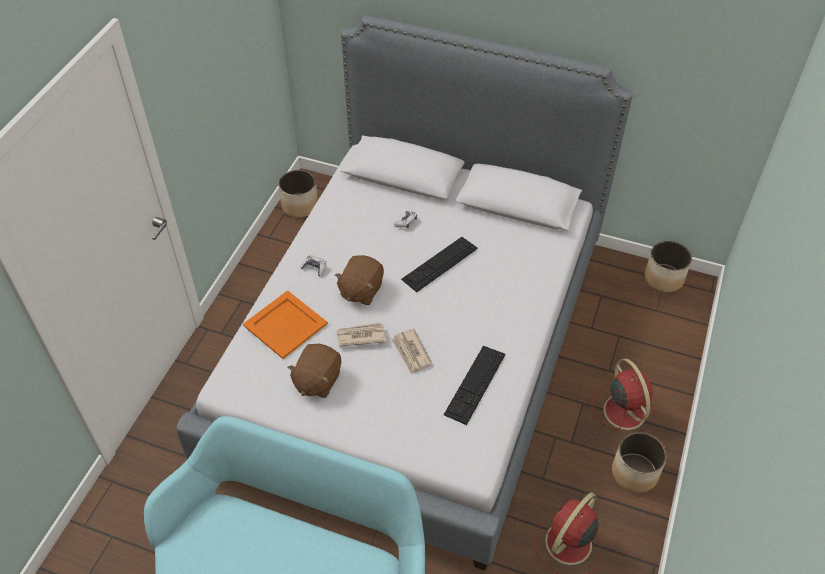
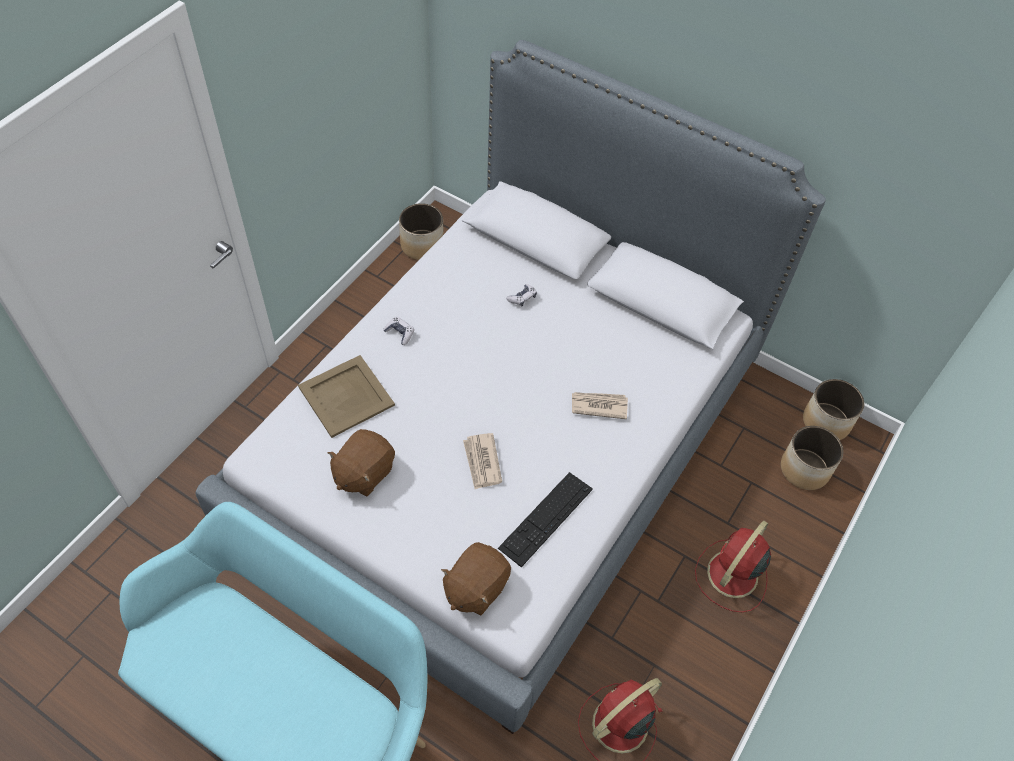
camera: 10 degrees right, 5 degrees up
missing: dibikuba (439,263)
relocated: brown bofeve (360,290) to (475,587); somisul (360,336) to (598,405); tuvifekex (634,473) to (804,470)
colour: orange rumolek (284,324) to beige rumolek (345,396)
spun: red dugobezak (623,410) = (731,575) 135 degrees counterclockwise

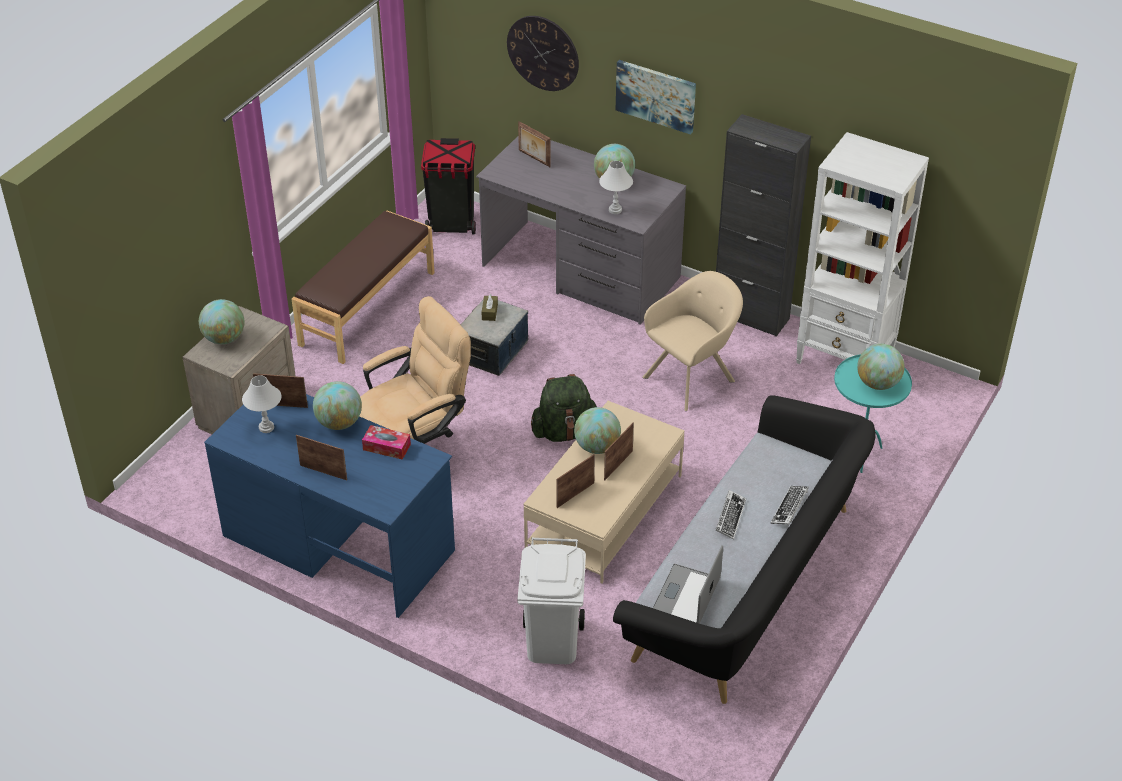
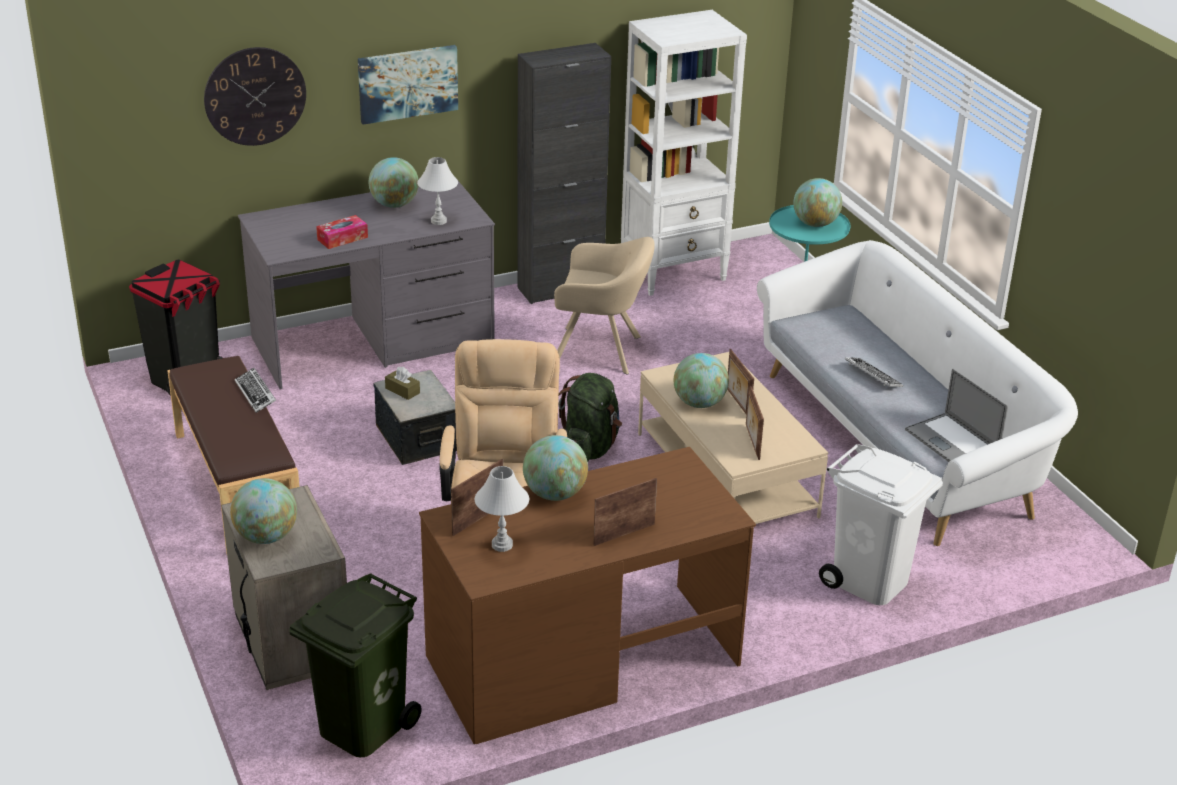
camera: 55 degrees left, 10 degrees down
missing: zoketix (534,158)
appeared: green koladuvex (361,726)
relocated: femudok (386,447) to (342,238); dibikuba (789,508) to (256,394)
colour: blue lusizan (338,542) to brown lusizan (582,659); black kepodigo (748,584) to white kepodigo (899,441)
spun: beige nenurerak (692,377) = (601,351) 105 degrees clockwise

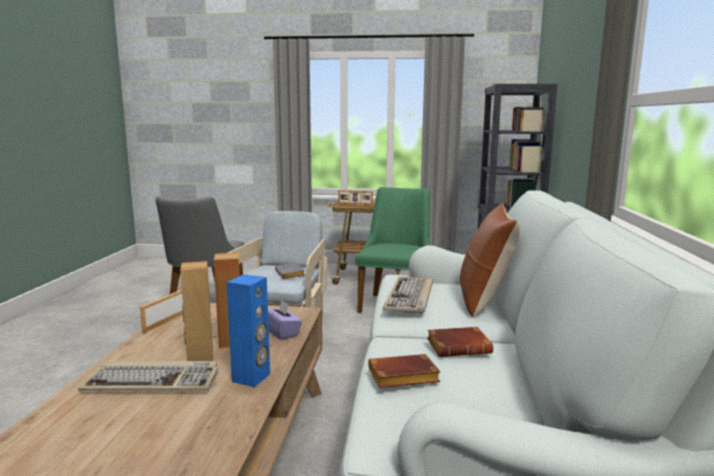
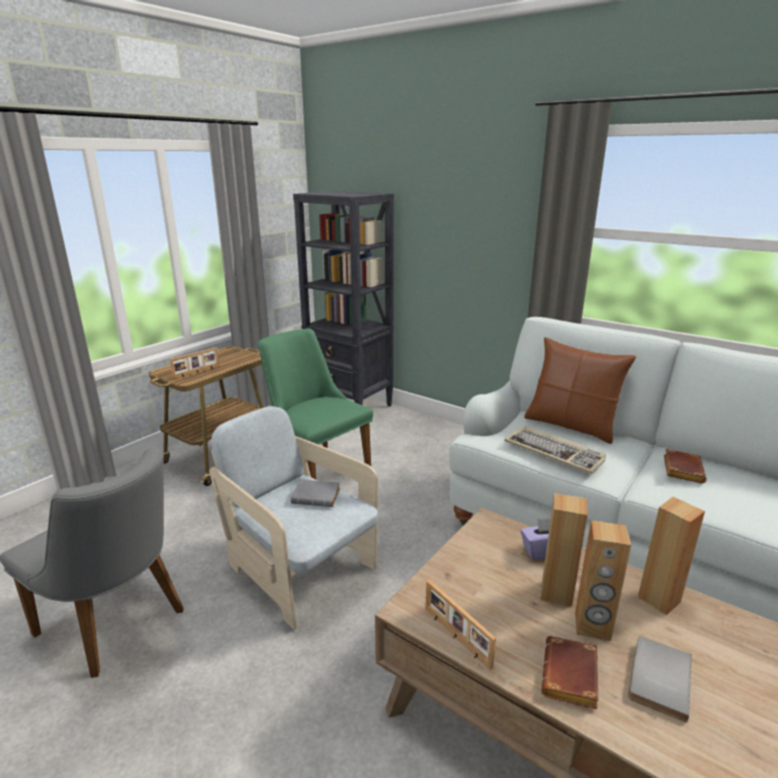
camera: 60 degrees left, 10 degrees up
relocated: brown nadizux (401,378) to (572,678)
exchanged: dibikuba (154,381) to grey nadizux (656,678)
colour: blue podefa (251,378) to brown podefa (659,599)

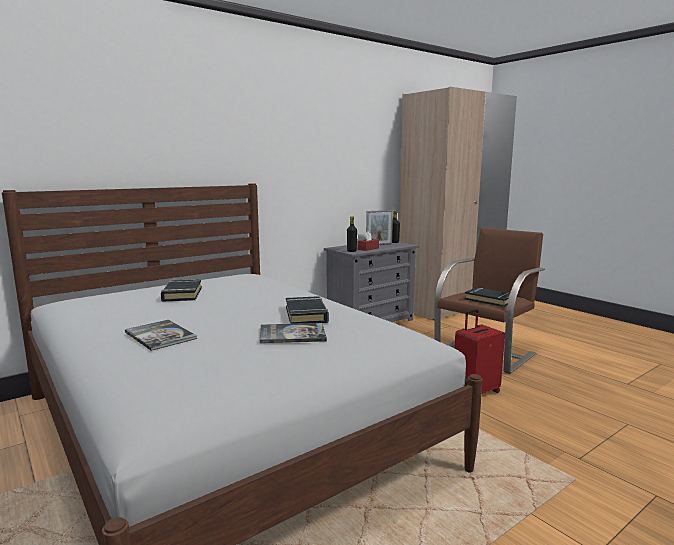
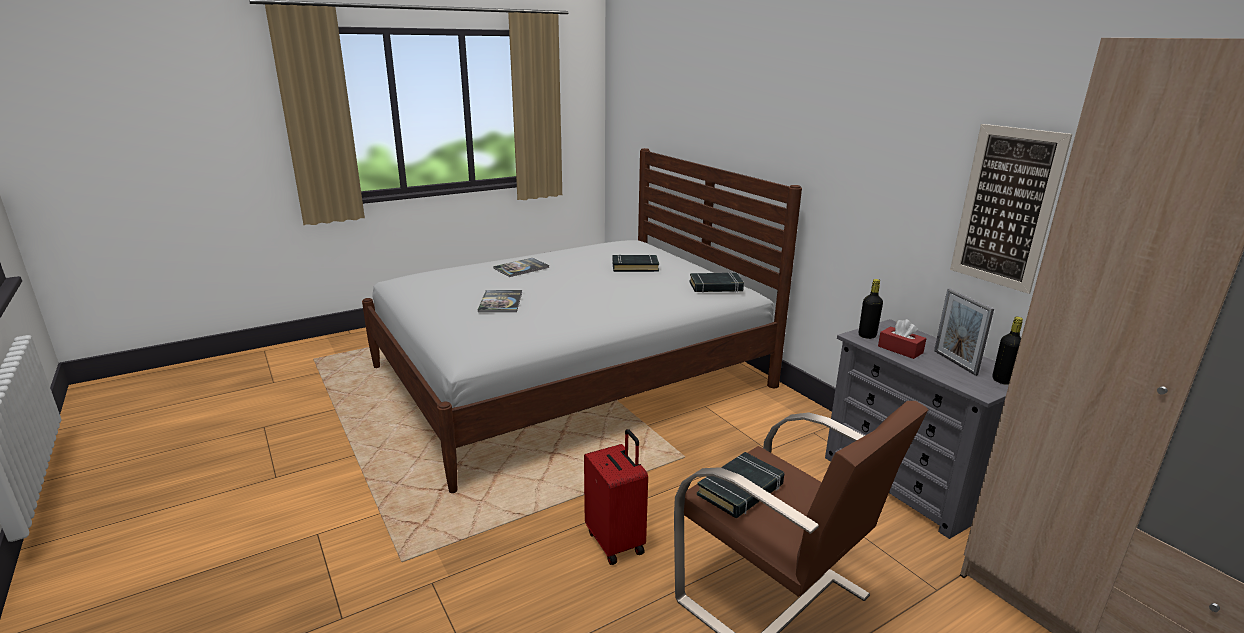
camera: 95 degrees right, 10 degrees up
appeared: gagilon (1006,208)
relocated: black nadizux (306,315) to (716,287)

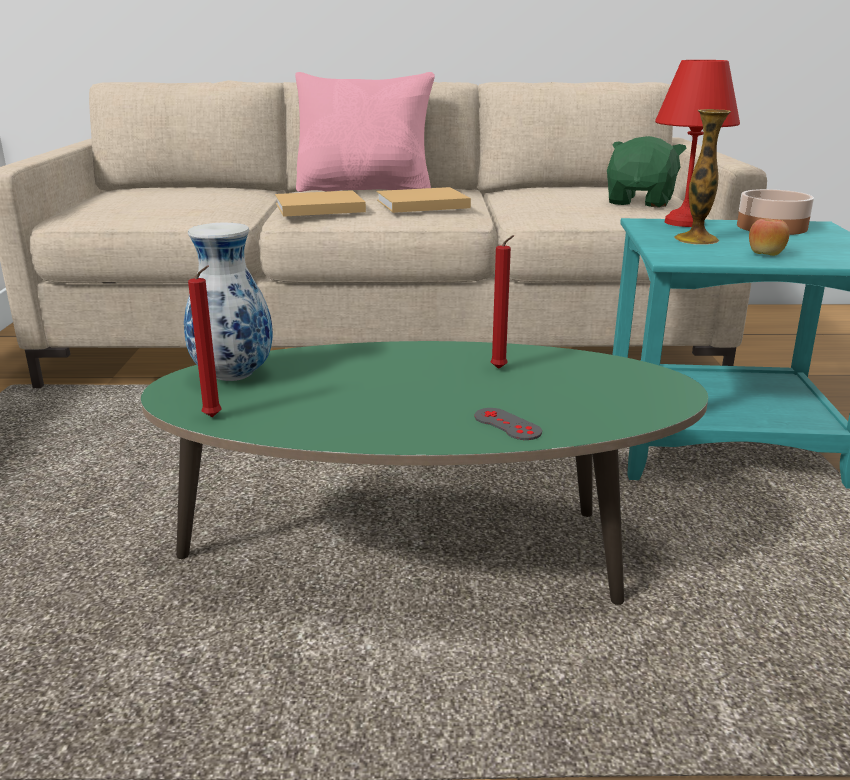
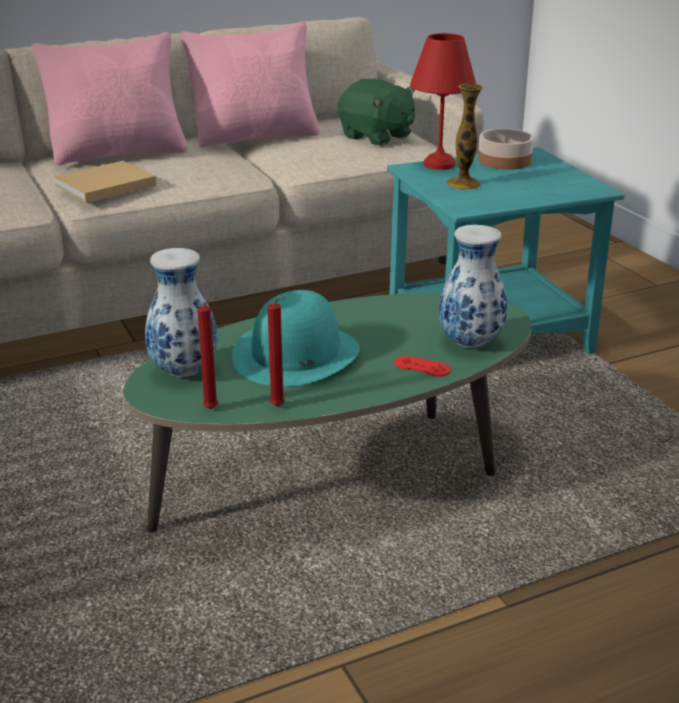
camera: 25 degrees left, 5 degrees up
missing: beige nadizux (419,204); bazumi (765,254)
appeared: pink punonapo (256,137); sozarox (471,343); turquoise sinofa (296,354)
relocated: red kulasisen (500,369) to (279,407)
colour: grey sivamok (507,424) to red sivamok (422,366)
spun: green bofeve (641,202) = (376,137) 135 degrees clockwise

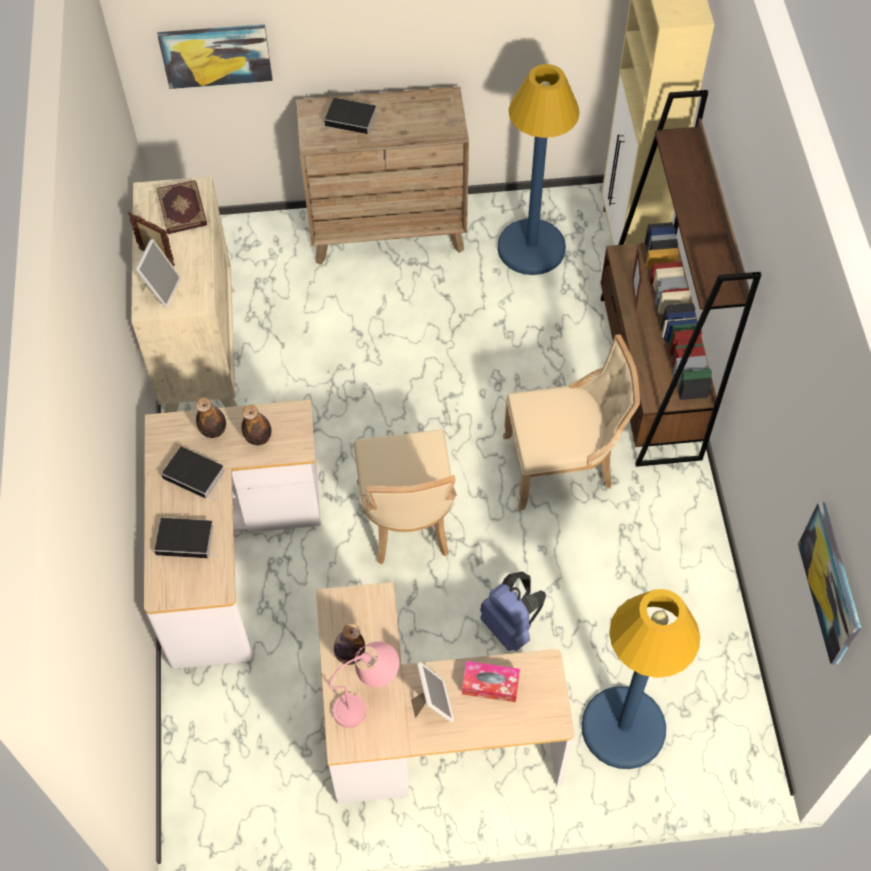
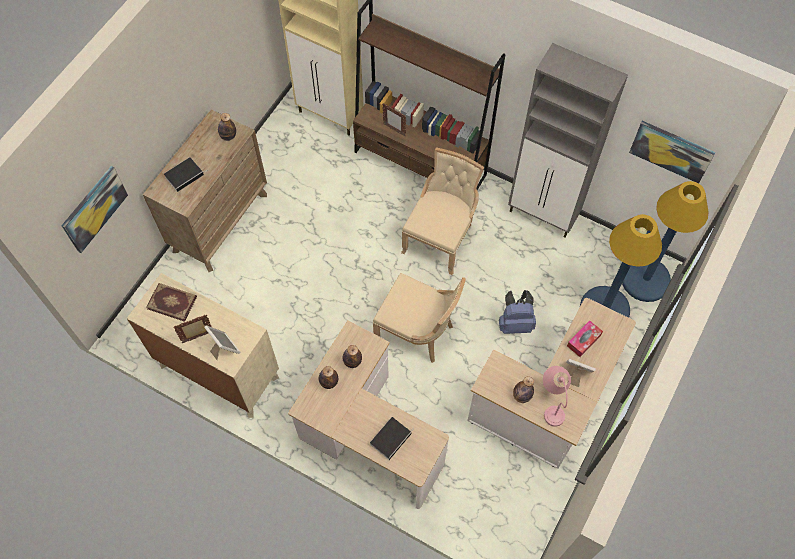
camera: 55 degrees left, 5 degrees up
missing: nadizux (195,475)
appeared: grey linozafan (543,215); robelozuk (228,136)
relocated: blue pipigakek (531,248) to (645,280)

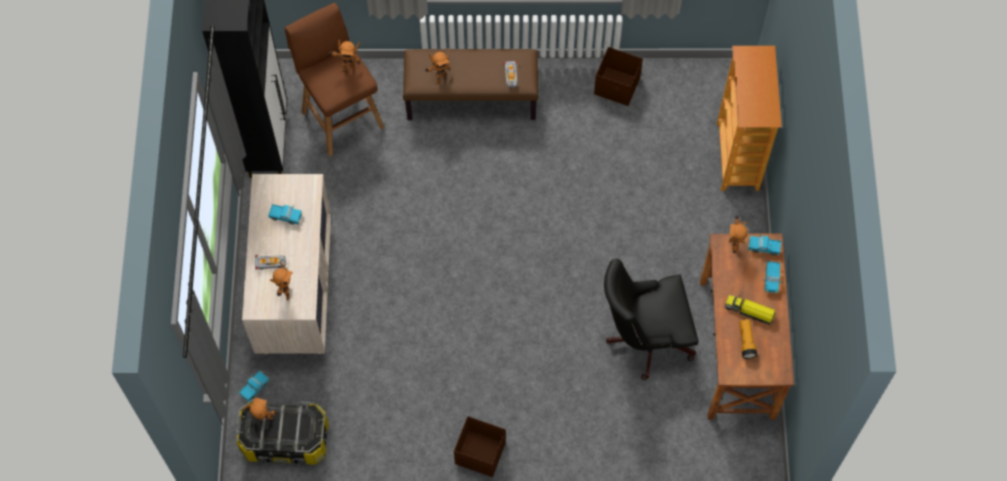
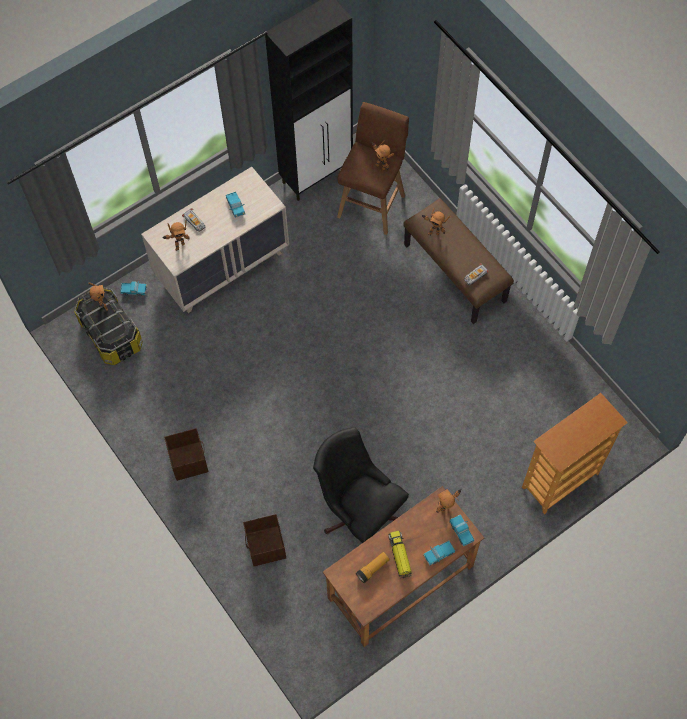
camera: 55 degrees right, 0 degrees up
relocated: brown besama (617,87) to (266,546)

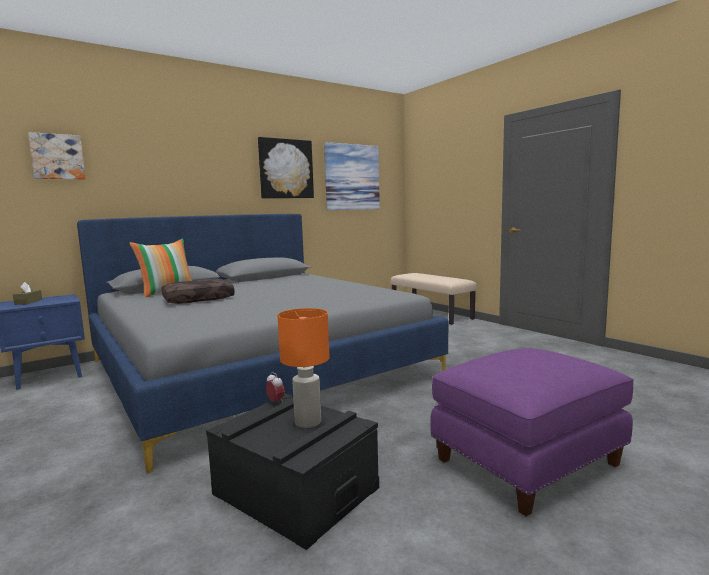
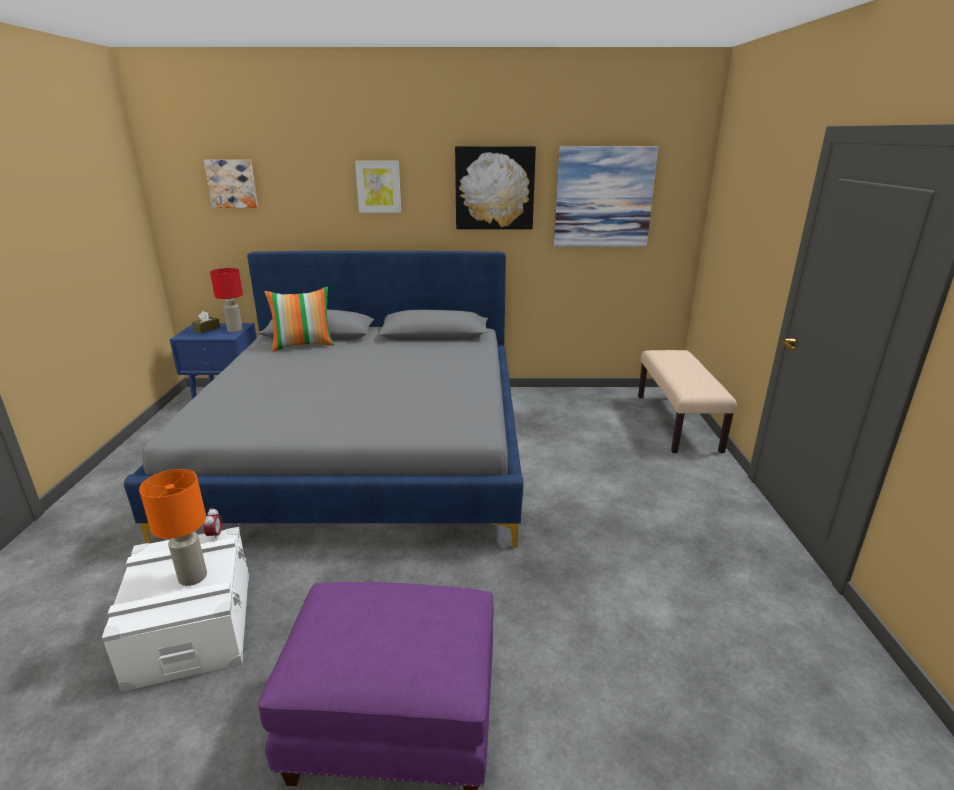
camera: 35 degrees right, 15 degrees up
missing: brown punonapo (198,299)
appeared: gagilon (378,187); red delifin (234,330)
colour: black besama (295,491) to white besama (192,627)

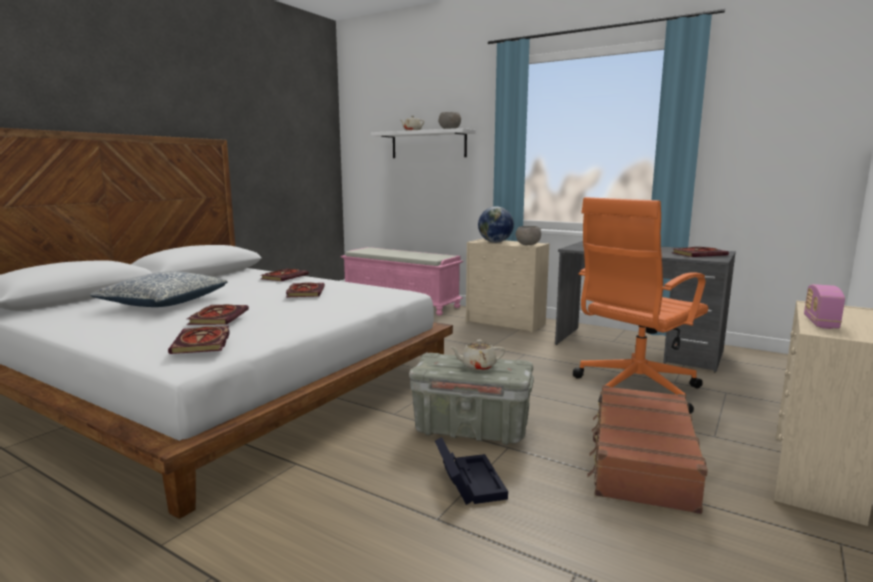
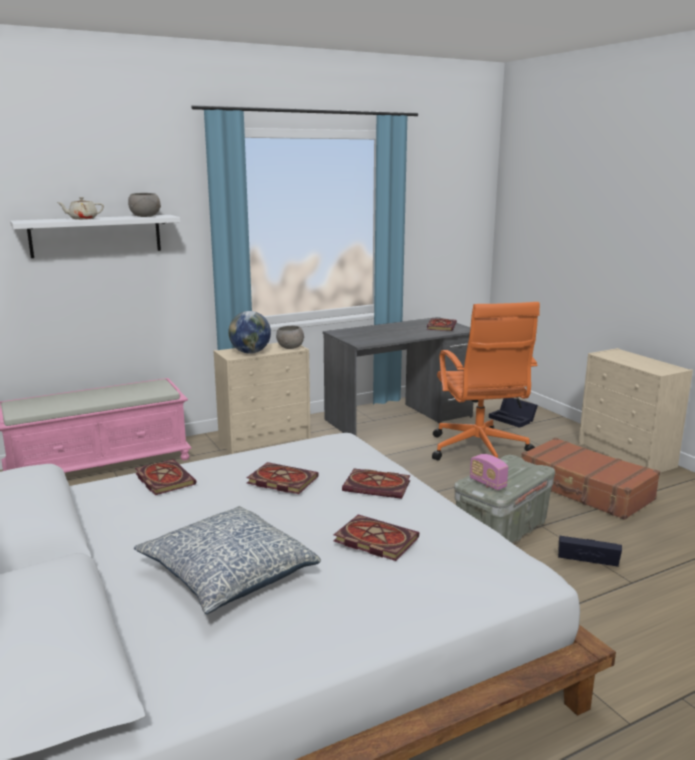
camera: 60 degrees left, 5 degrees up
missing: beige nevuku (477,366)
appeared: black besama (513,419)
relocated: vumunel (820,323) to (487,483); nadizux (202,343) to (378,486)

